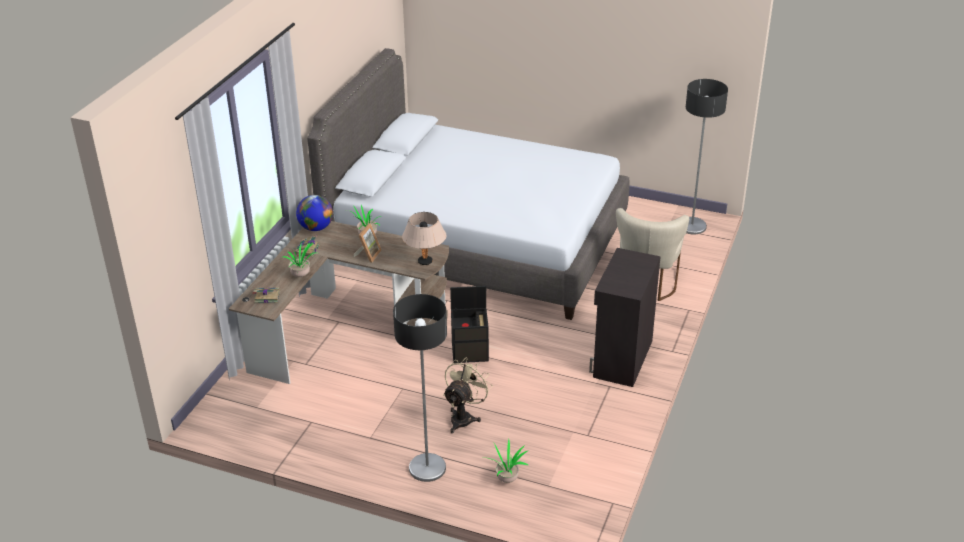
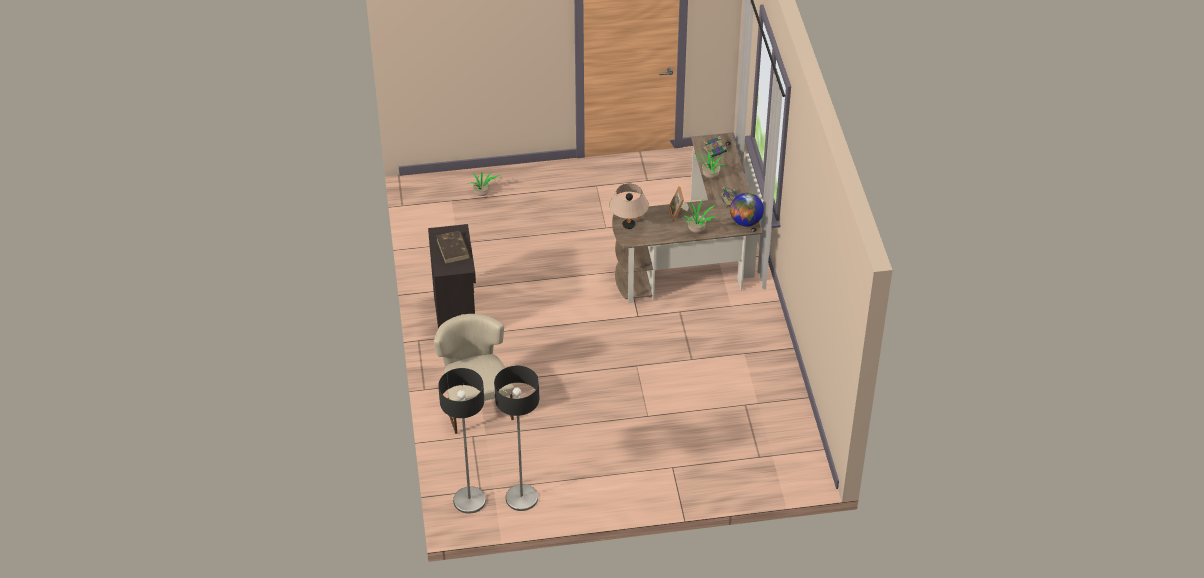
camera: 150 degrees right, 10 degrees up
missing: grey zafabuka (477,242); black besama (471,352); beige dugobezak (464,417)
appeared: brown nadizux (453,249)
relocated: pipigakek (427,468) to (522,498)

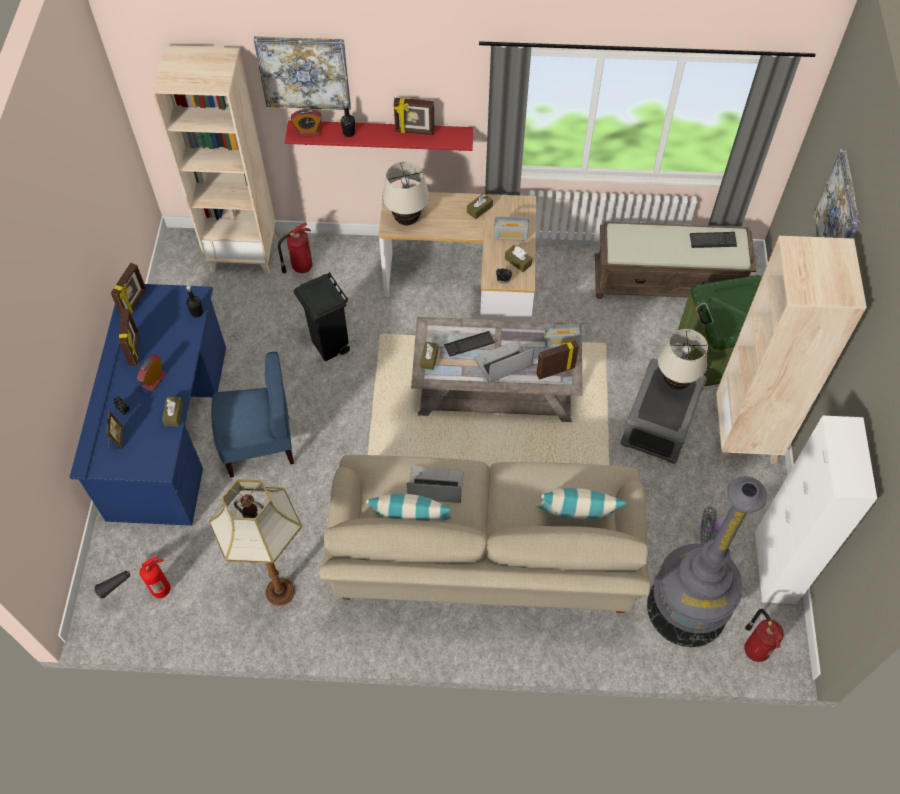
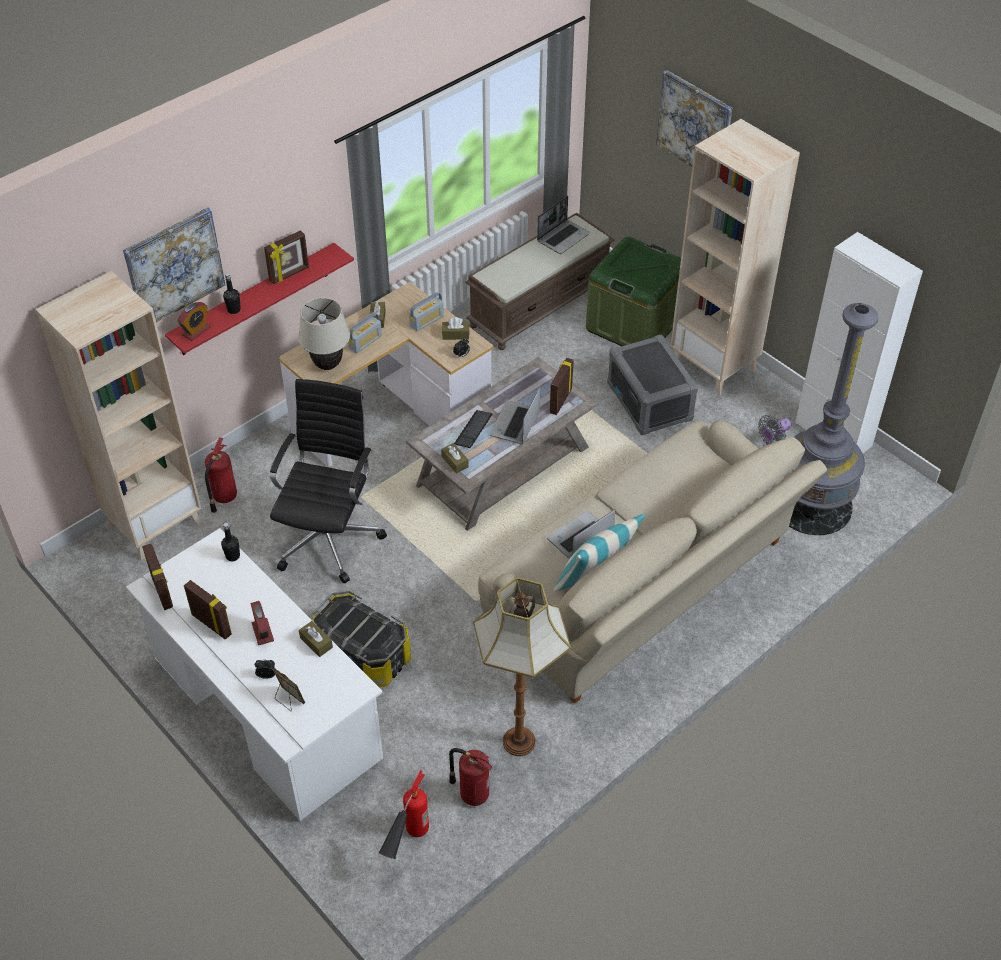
camera: 45 degrees left, 10 degrees down
missing: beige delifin (675,382); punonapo (574,518)
relocated: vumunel (561,341) to (365,342); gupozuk (755,648) to (472,793)
exchanged: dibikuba (712,240) to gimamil (563,237); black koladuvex (330,346) to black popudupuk (329,537); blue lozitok (260,444) to besama (362,653)
colour: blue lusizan (168,431) to white lusizan (265,709)

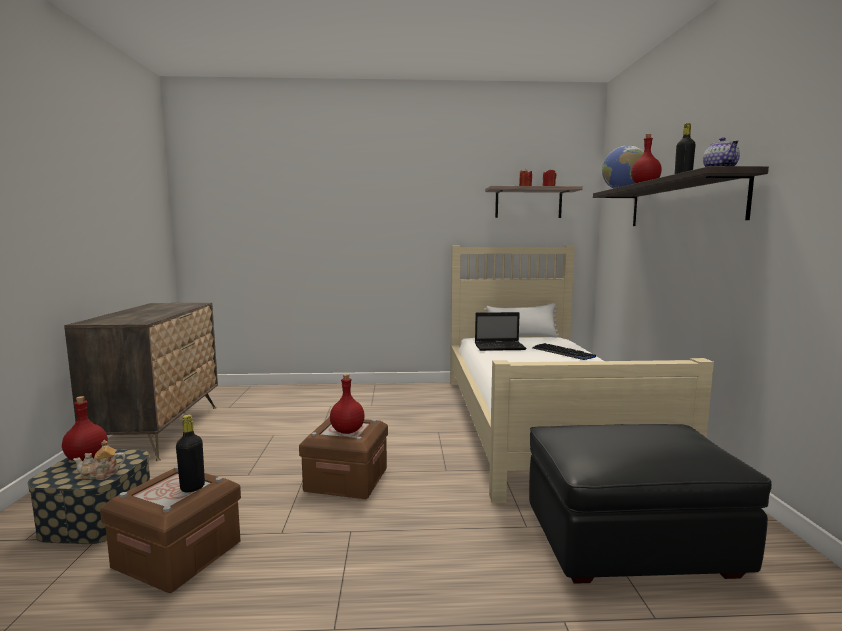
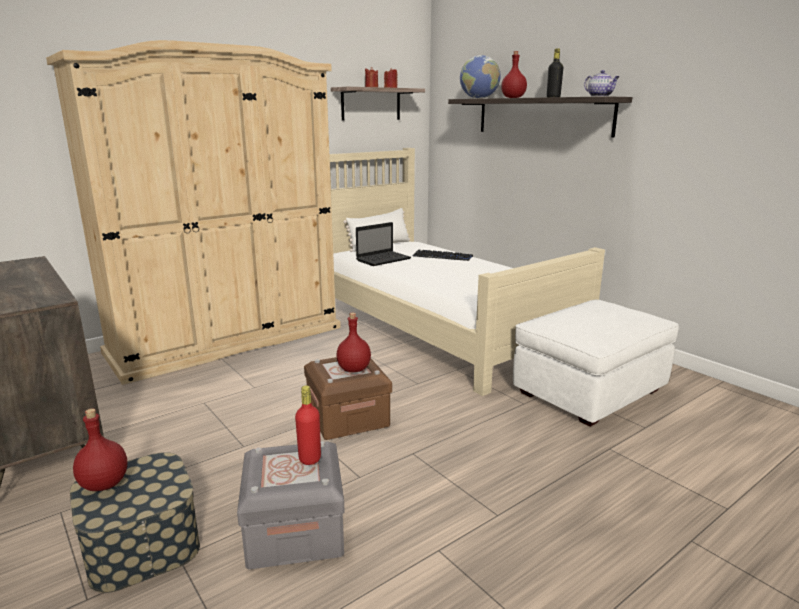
camera: 35 degrees left, 10 degrees up
missing: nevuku (100,474)
appeared: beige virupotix (227,340)
colour: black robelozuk (192,487) to red robelozuk (310,459); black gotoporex (629,543) to white gotoporex (589,391); brown besama (178,554) to grey besama (295,531)

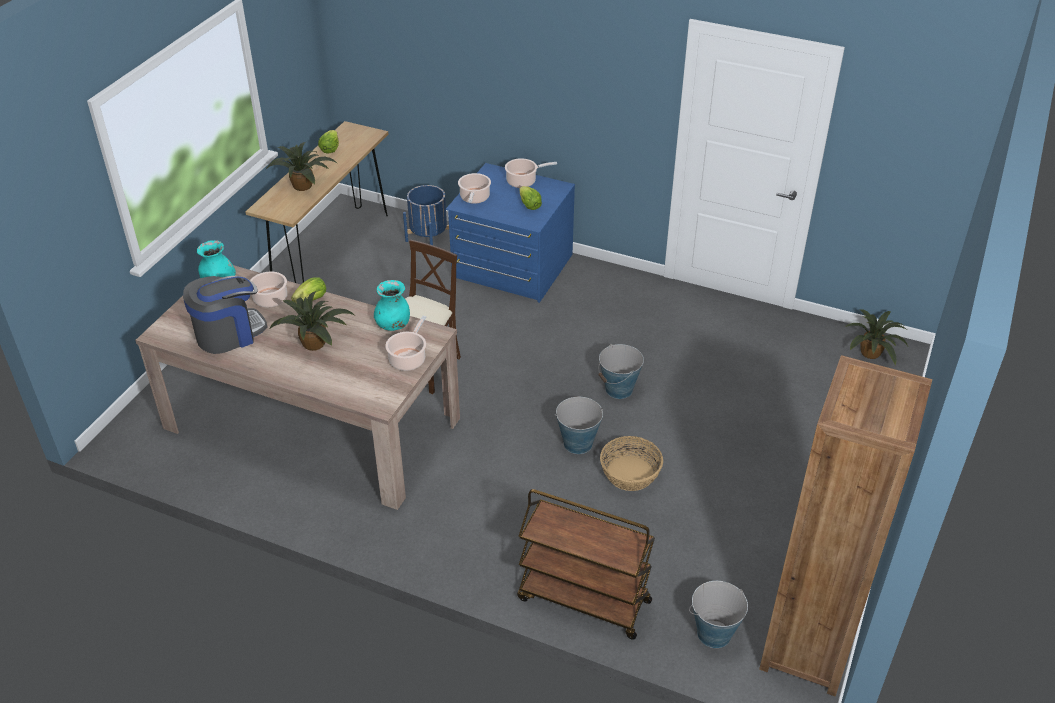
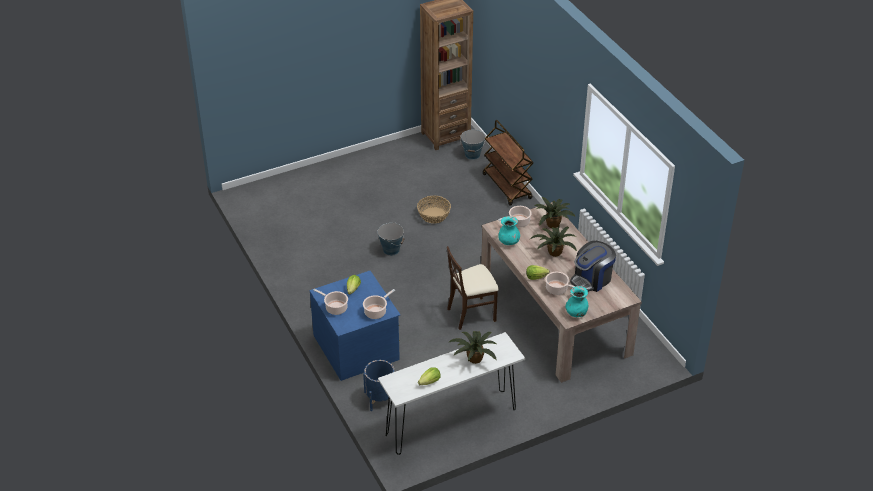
camera: 140 degrees left, 0 degrees up
missing: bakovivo (577,443)
relocated: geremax (872,354) to (552,223)
colour: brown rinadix (332,254) to white rinadix (451,422)
spun: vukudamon (229,333) = (592,279) 45 degrees counterclockwise

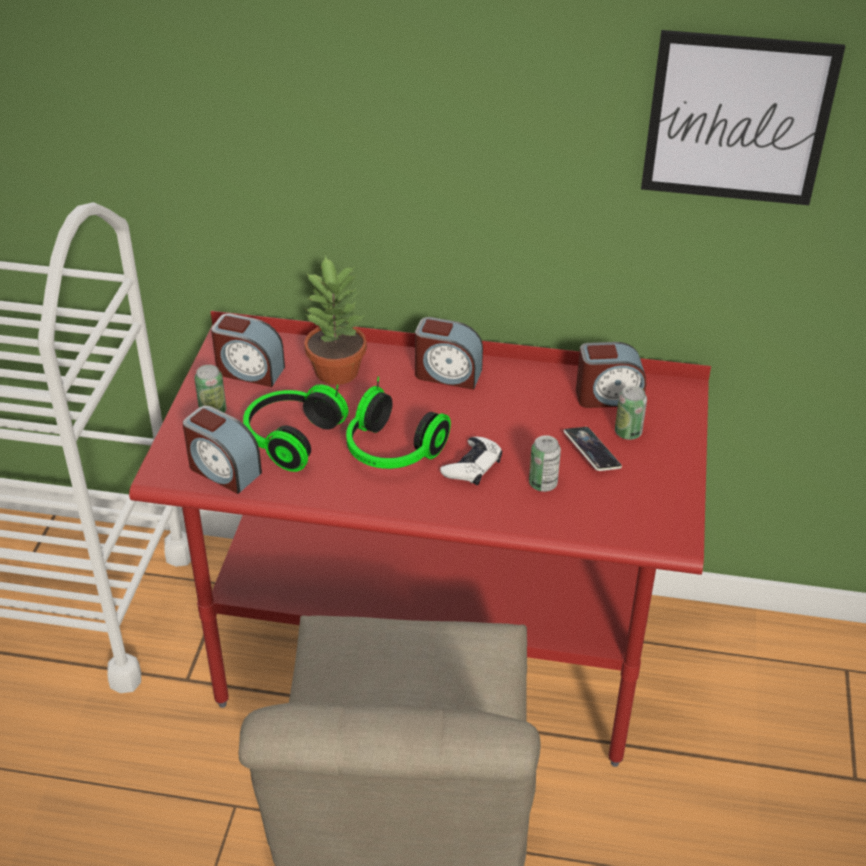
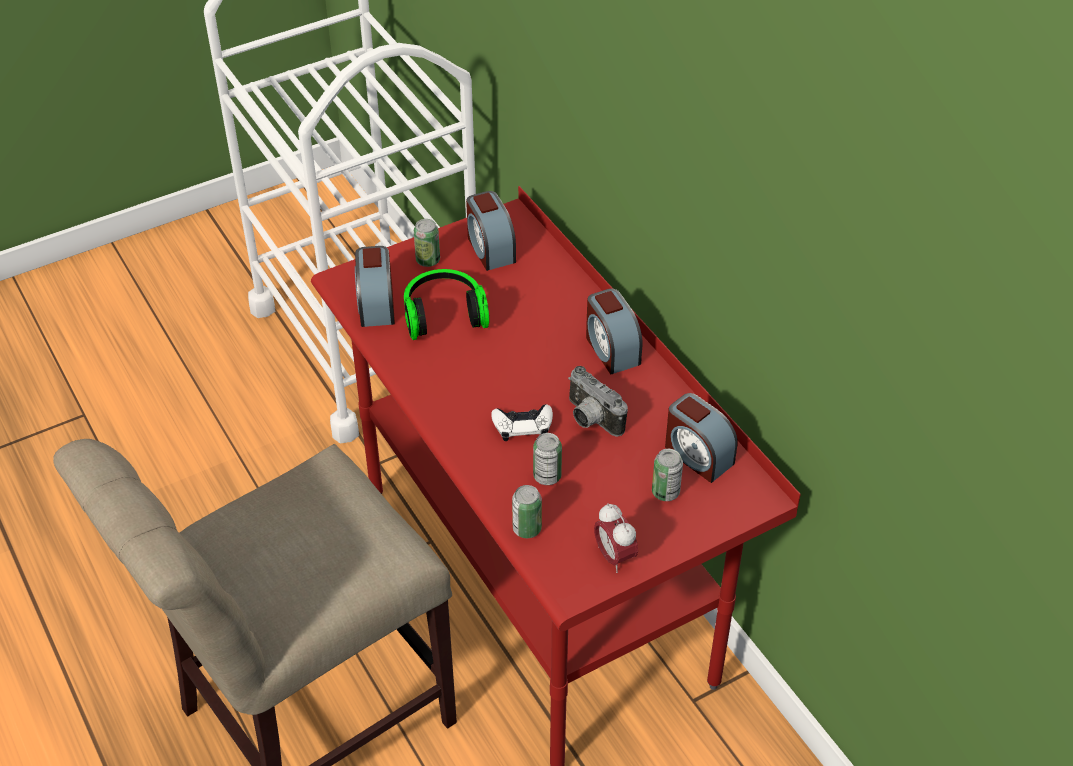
camera: 50 degrees right, 5 degrees up
missing: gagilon (737,119); geremax (338,370); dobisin (391,452); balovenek (592,452)
appeared: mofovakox (590,419); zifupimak (527,529); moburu (614,557)

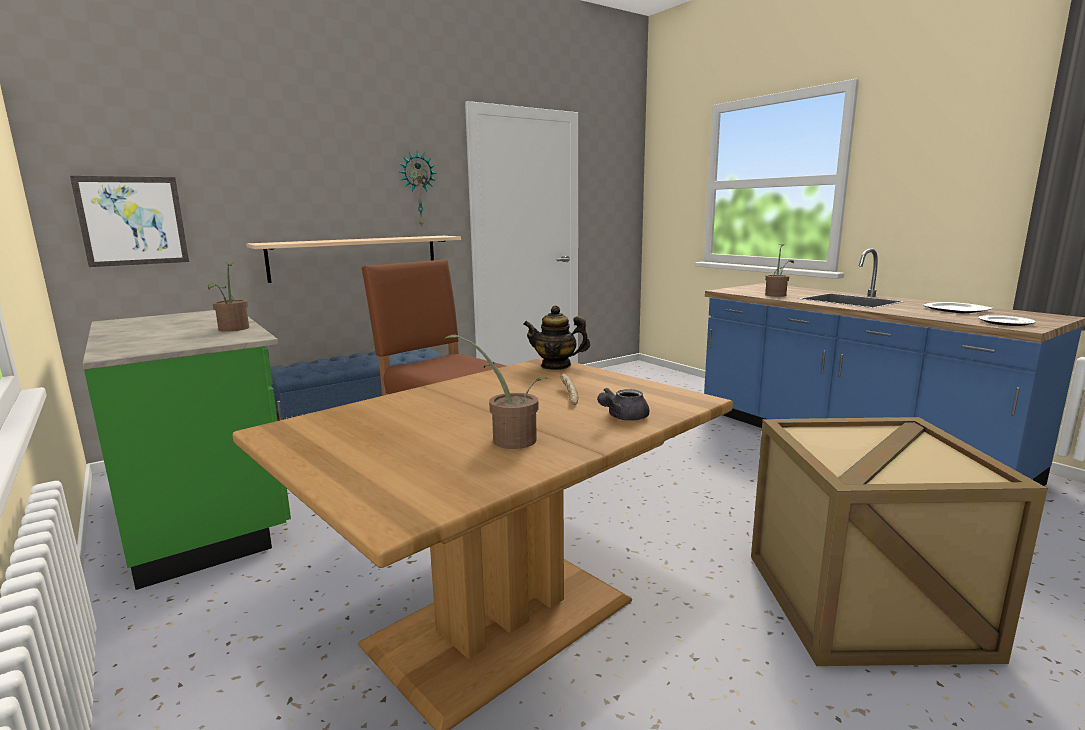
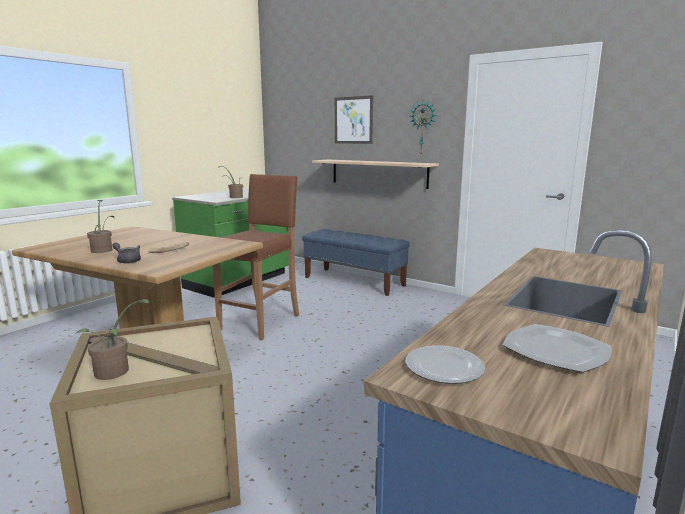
camera: 70 degrees right, 0 degrees up
missing: nevuku (556,366)
relocated: gagilon (132,221) to (353,120); geremax (776,294) to (115,372)

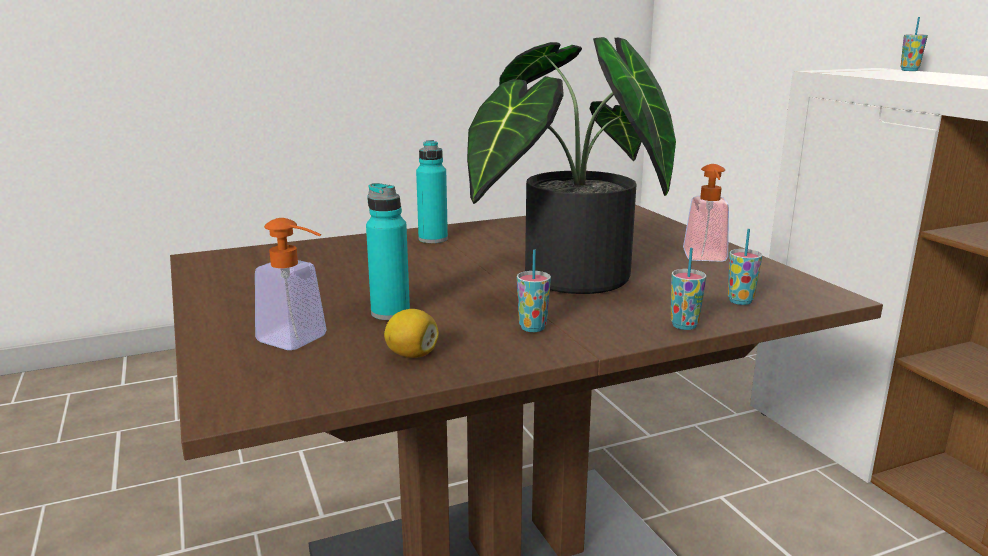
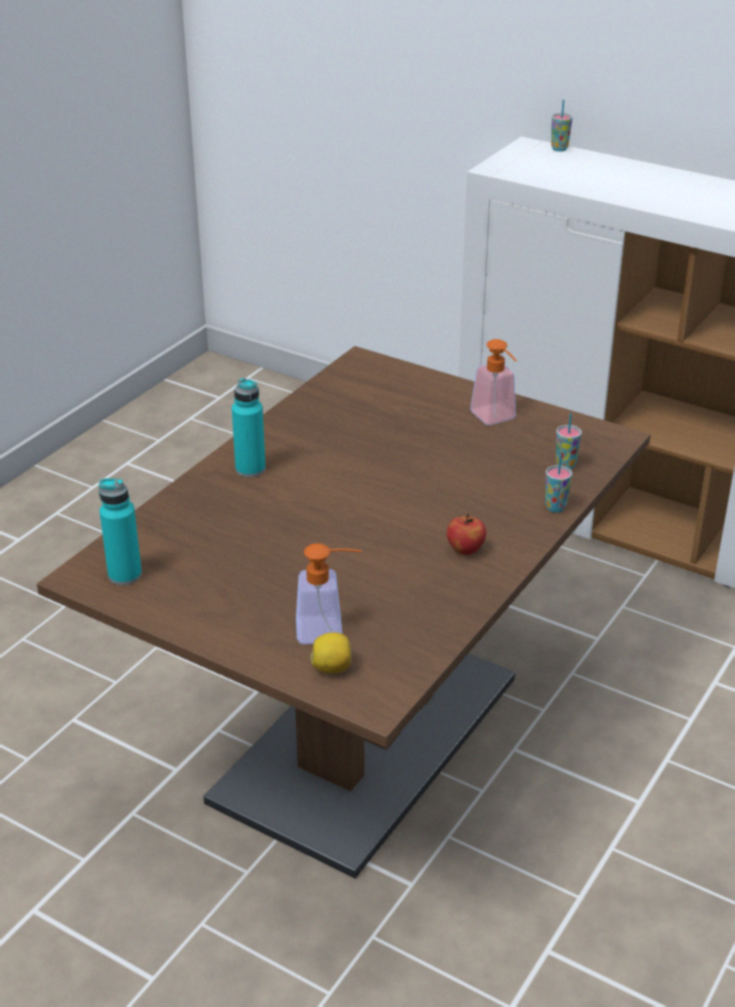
camera: 35 degrees left, 15 degrees up
missing: geremax (563,278)
relocated: turquoise robelozuk (390,313) to (125,575); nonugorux (412,355) to (332,668)
exchanged: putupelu (532,328) to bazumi (465,550)

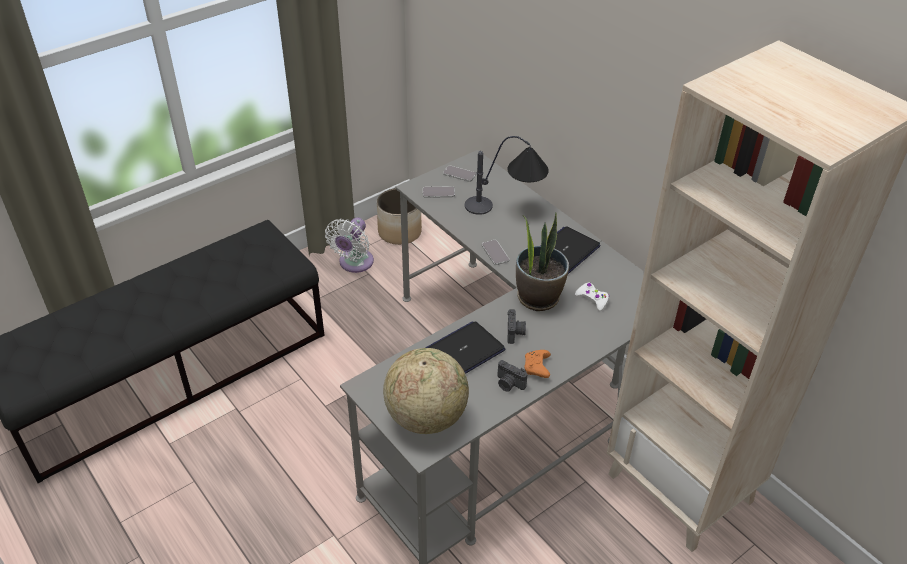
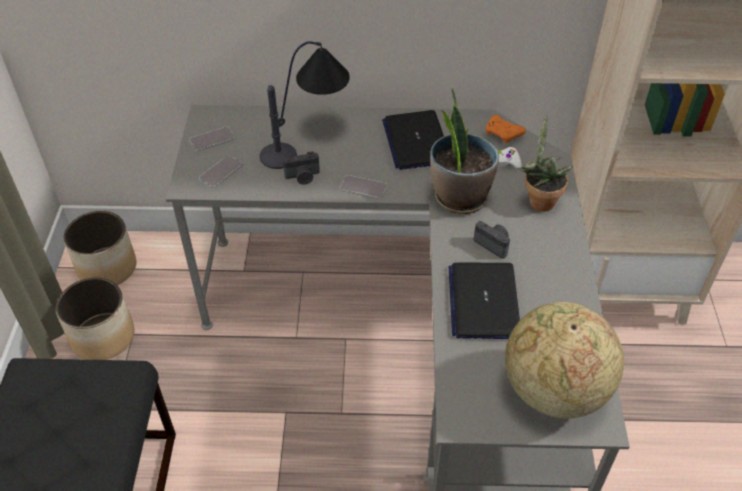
camera: 50 degrees left, 5 degrees up
appeared: geremax (539,200)
relocated: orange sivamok (537,368) to (503,134); mofovakox (509,384) to (303,177)
exchanged: white dugobezak (354,263) to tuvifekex (103,336)

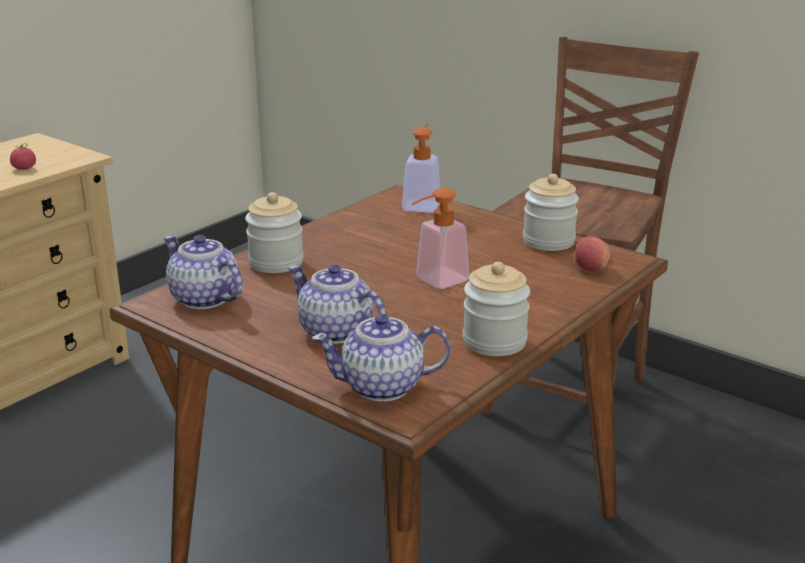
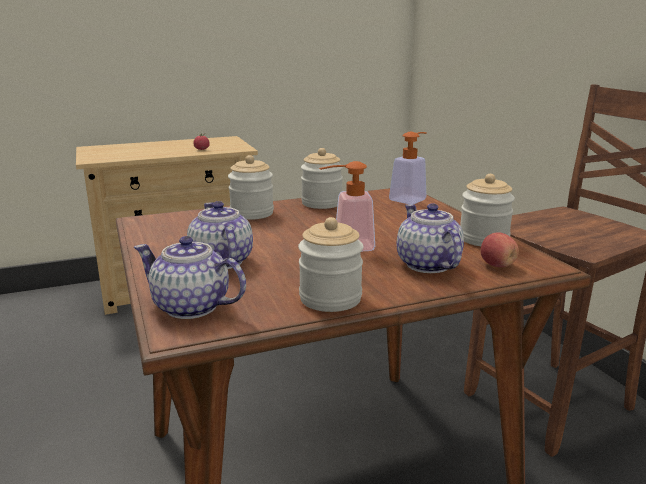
camera: 30 degrees right, 5 degrees down
appeared: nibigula (321,203)
relocated: nevuku (204,299) to (428,265)

